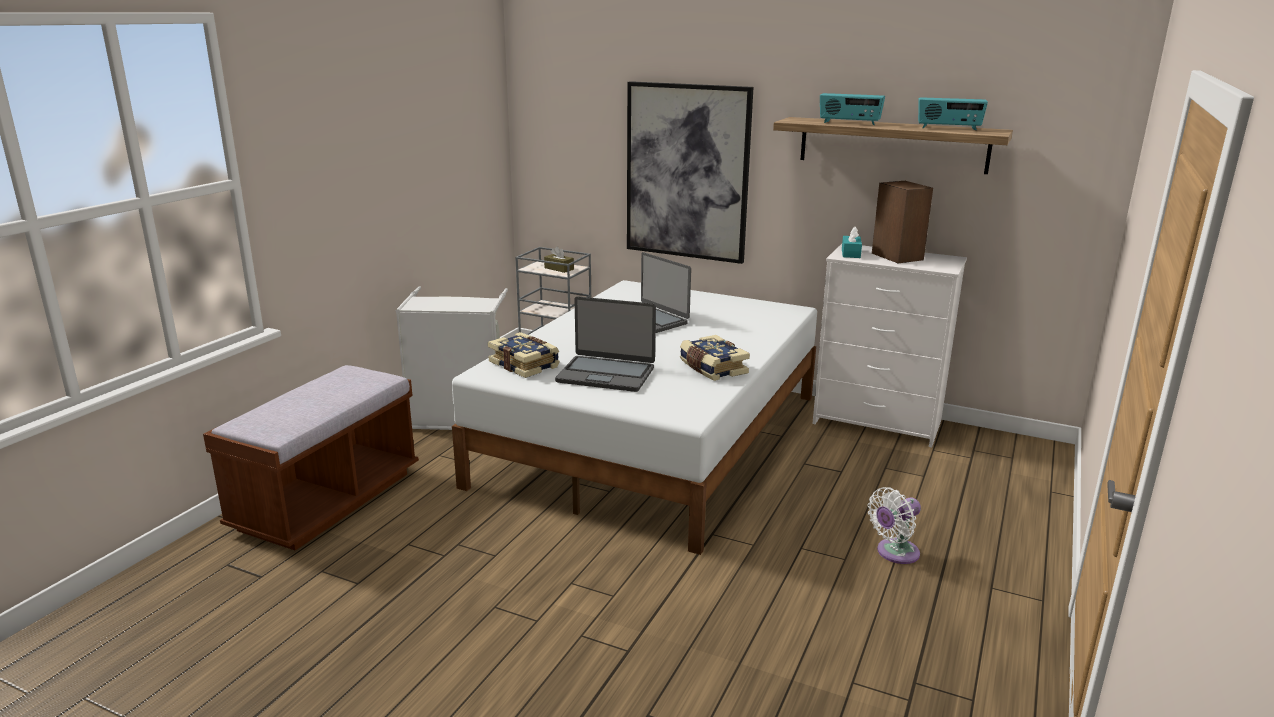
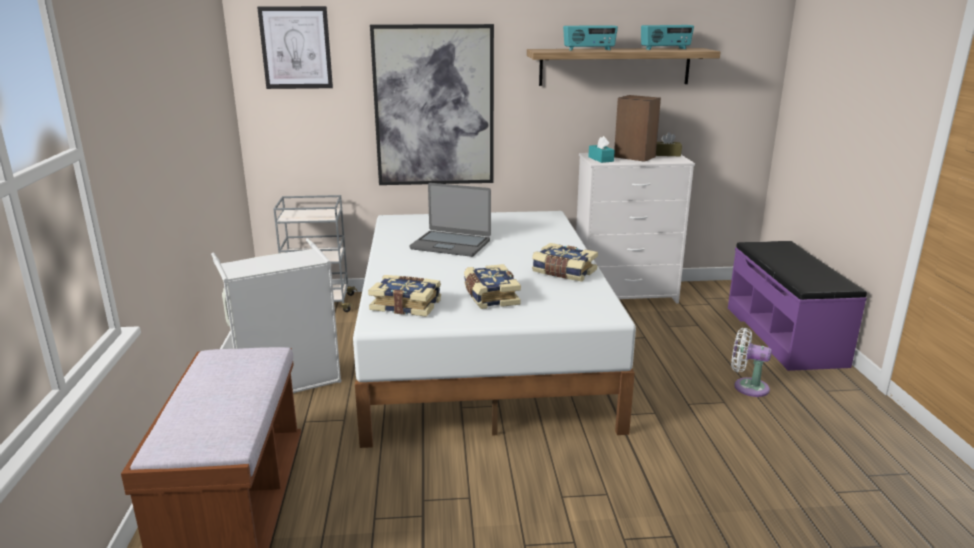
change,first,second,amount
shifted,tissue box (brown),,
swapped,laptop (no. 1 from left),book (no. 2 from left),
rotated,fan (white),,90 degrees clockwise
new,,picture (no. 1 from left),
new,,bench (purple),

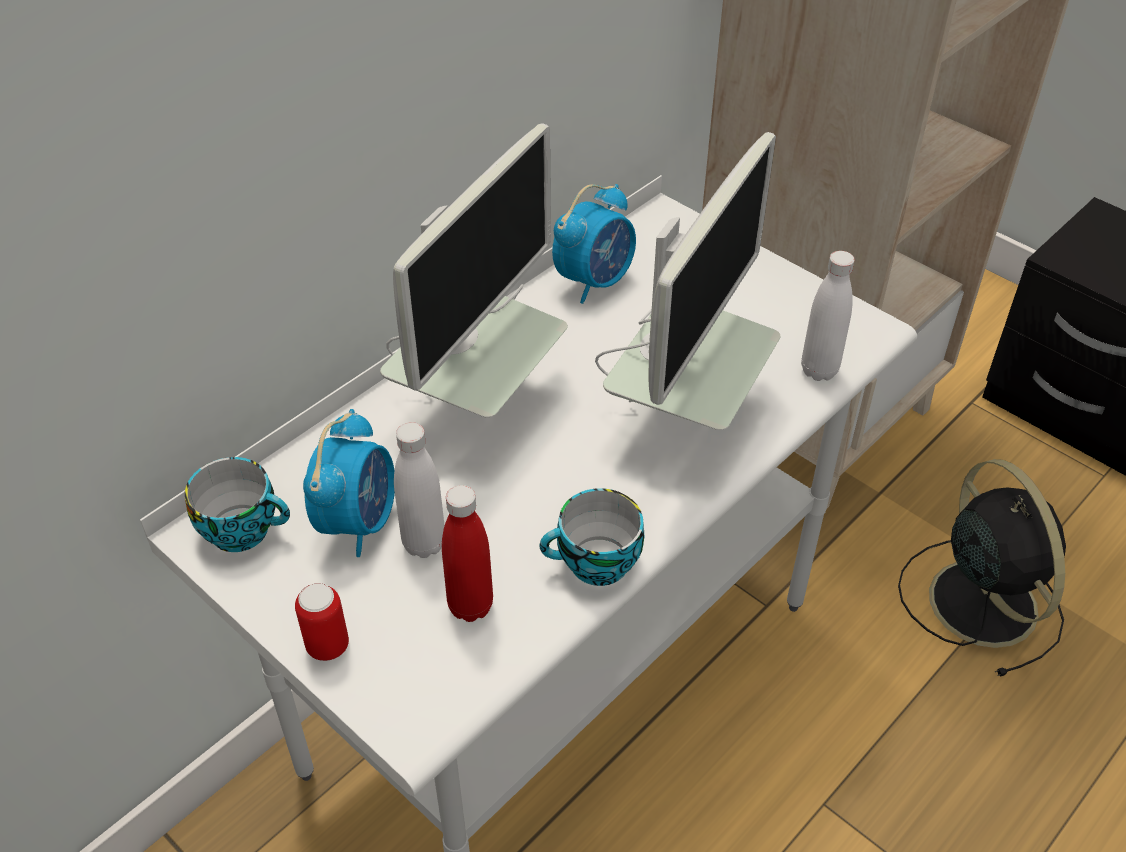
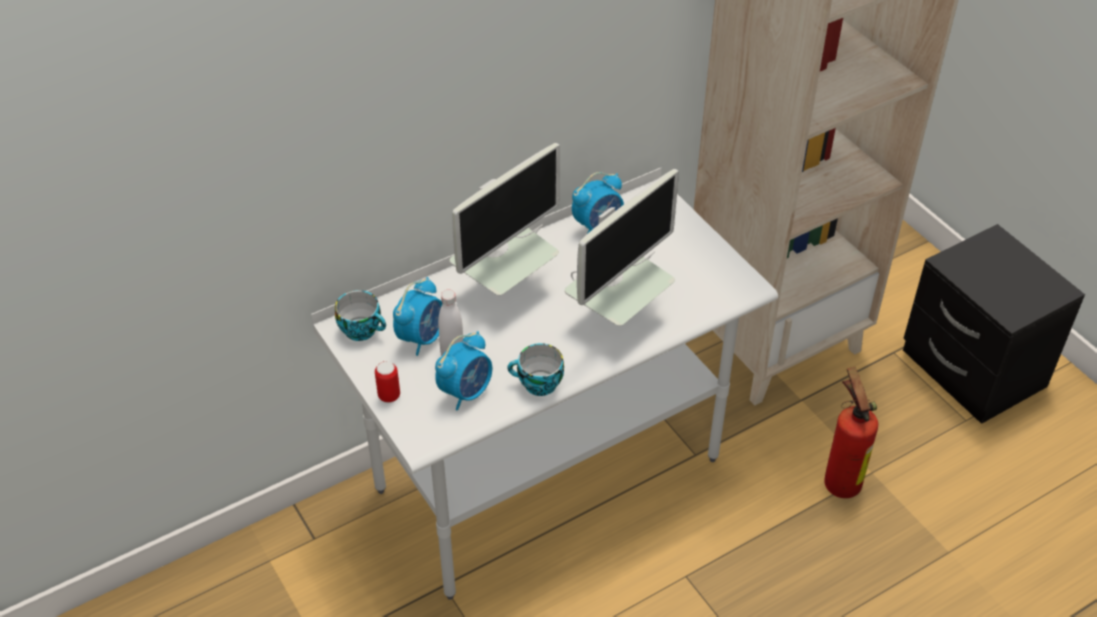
change,first,second,amount
swapped,bottle (red),alarm clock (no. 2 from left),
gone,bottle (white) (no. 2 from left),,
swapped,fan (black),fire extinguisher,

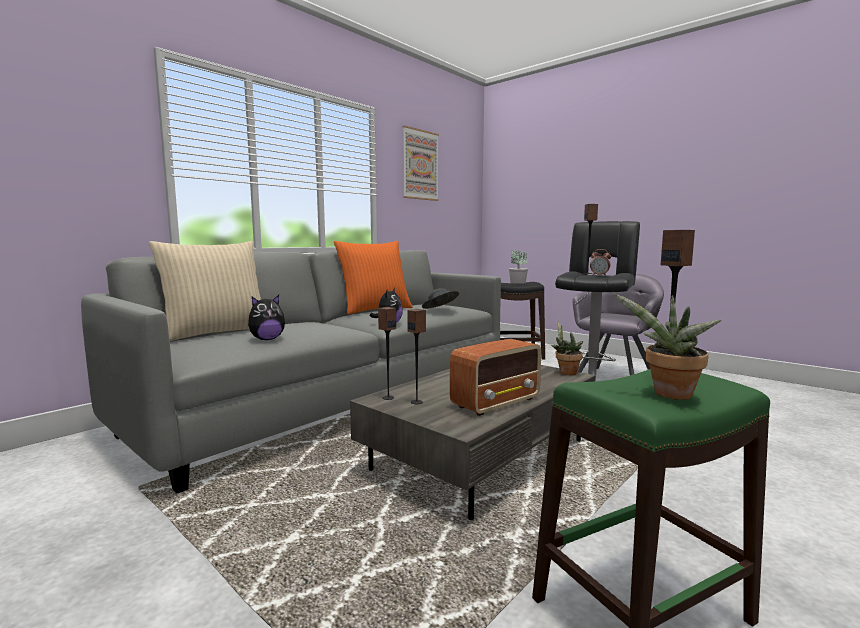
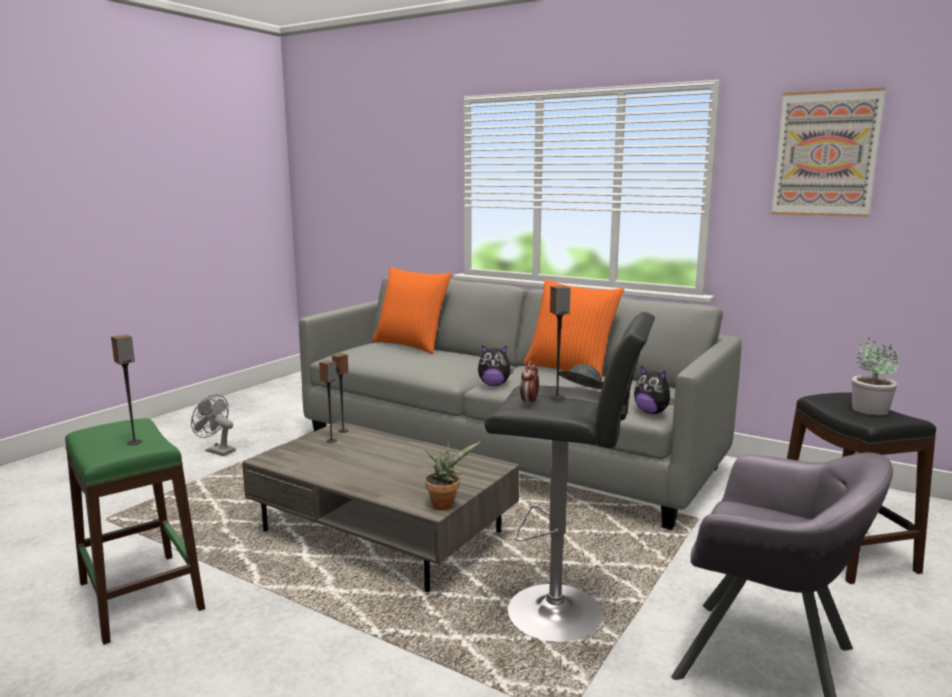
change,first,second,amount
repainted,pillow (beige),pillow (orange) (no. 1 from left),
shifted,plush toy (no. 1 from left in the first image),plush toy (no. 2 from left),
gone,radio,,
gone,potted plant (no. 3 from left),,
new,,fan (grey),

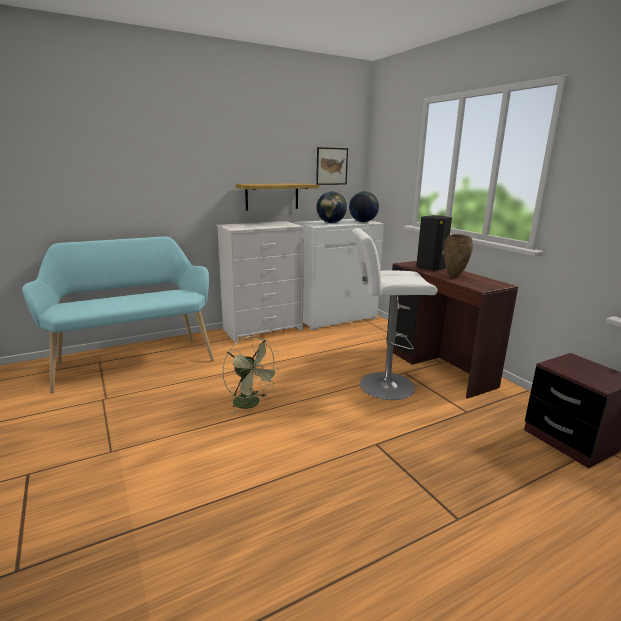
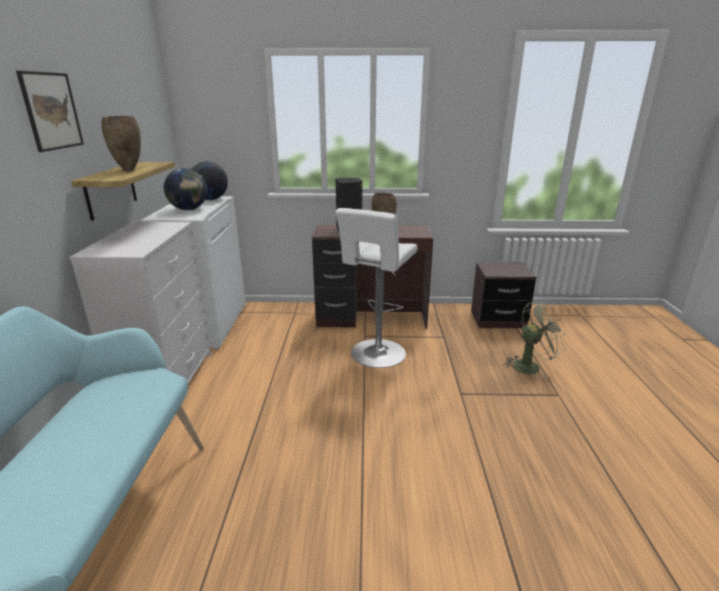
change,first,second,amount
shifted,fan (green),,
shifted,picture,,
new,,vase (brown) (no. 1 from left),

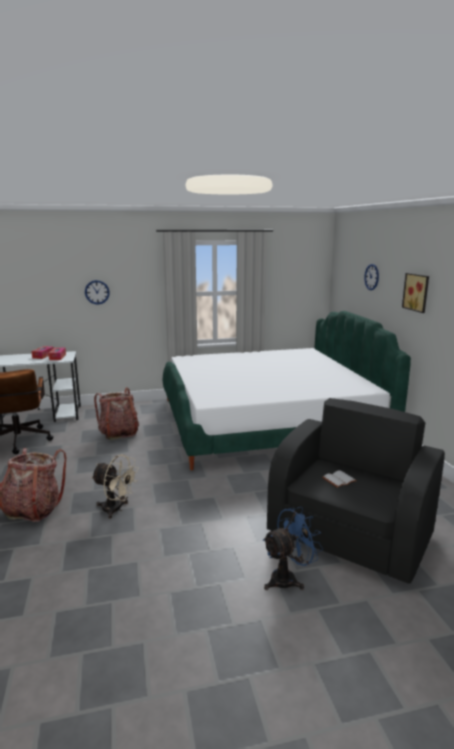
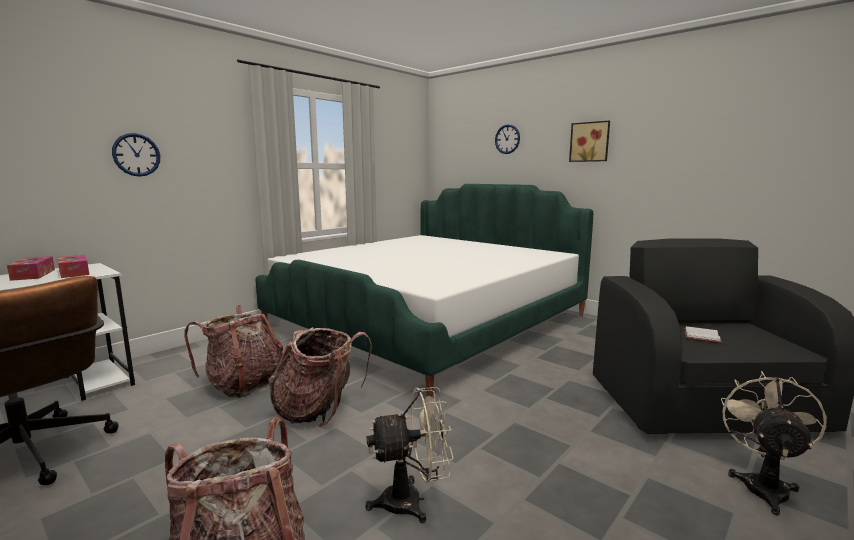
change,first,second,amount
repainted,fan (blue),fan (beige) (no. 2 from left),
new,,backpack (no. 3 from left),

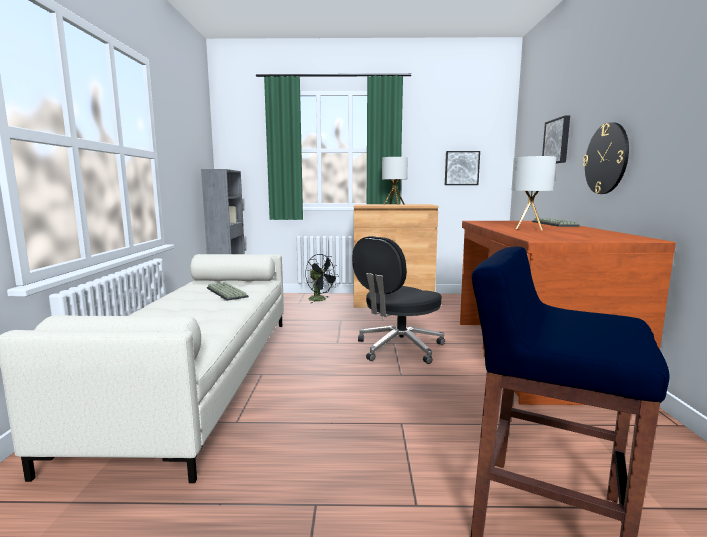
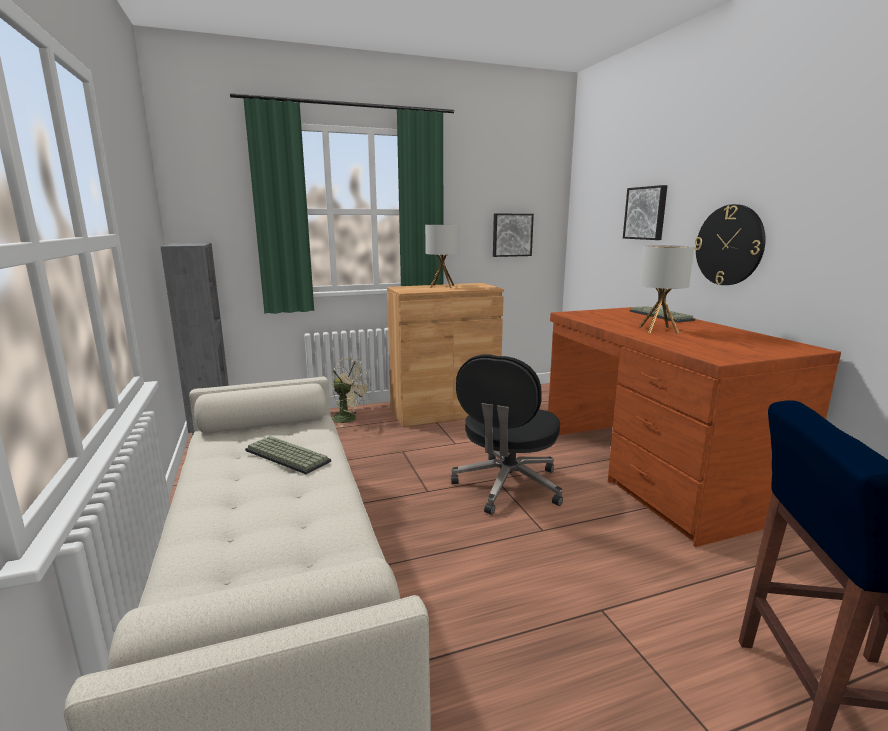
change,first,second,amount
repainted,fan (black),fan (beige),

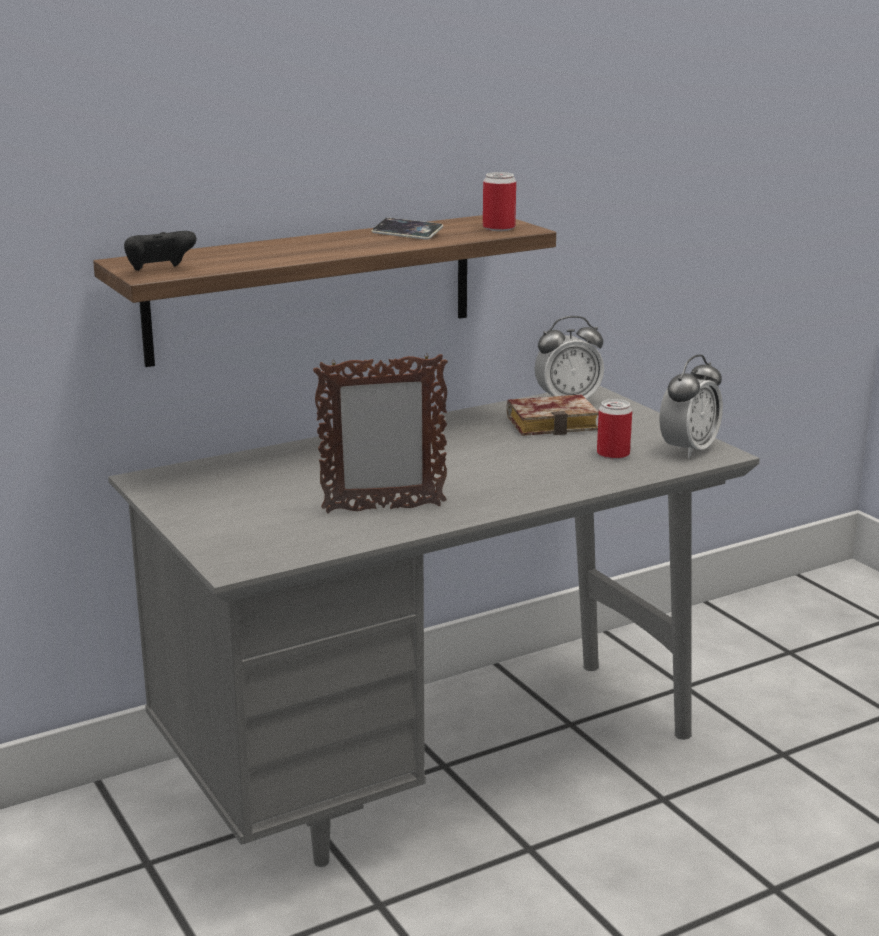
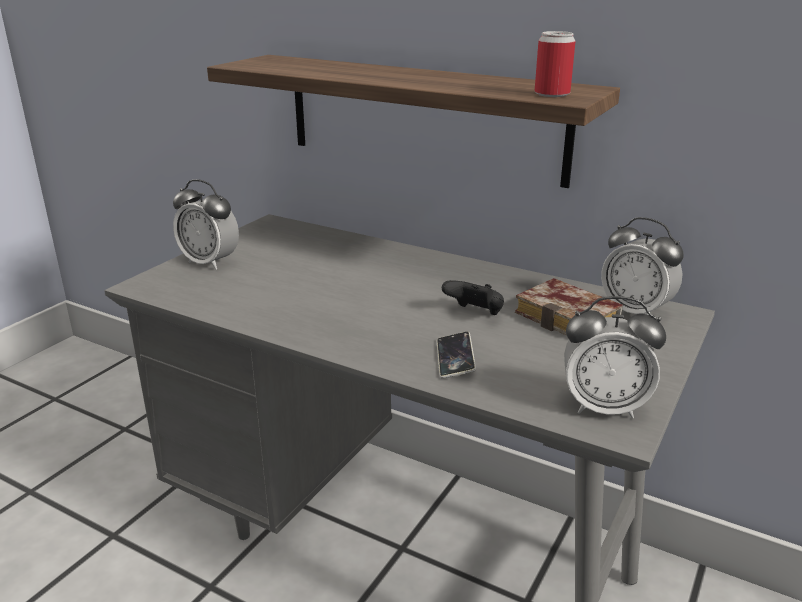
change,first,second,amount
shifted,game controller (black),,
gone,picture frame,,
shifted,phone,,
gone,can (no. 2 from left),,
new,,alarm clock (no. 1 from left),

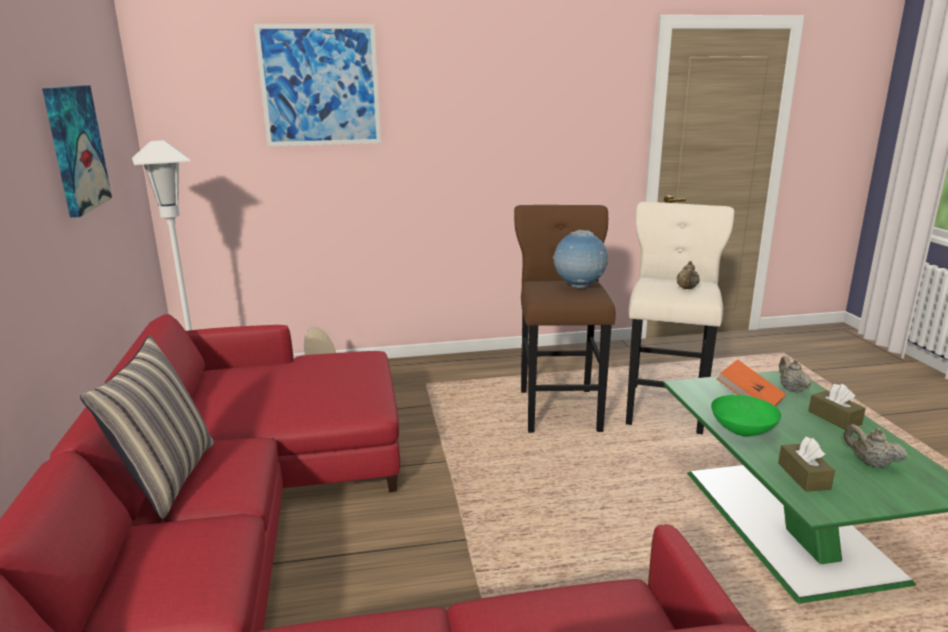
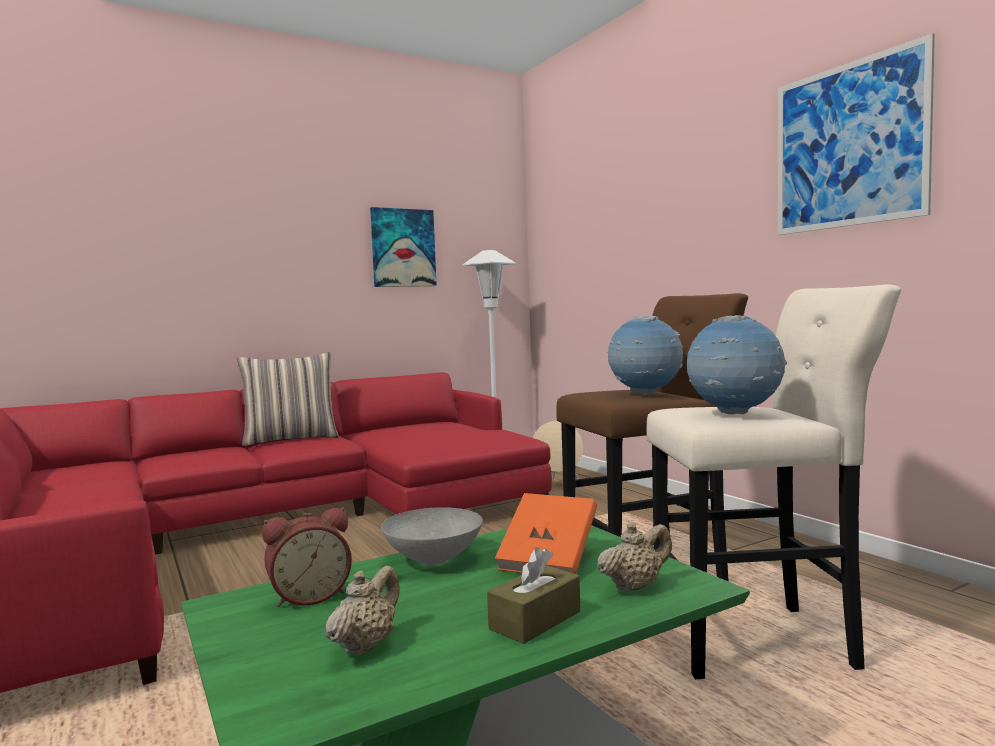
change,first,second,amount
shifted,picture (no. 2 from left),,
swapped,teapot (beige) (no. 1 from left),globe (no. 2 from left),
repainted,bowl (green),bowl (grey),
swapped,tissue box (brown) (no. 1 from left),alarm clock,

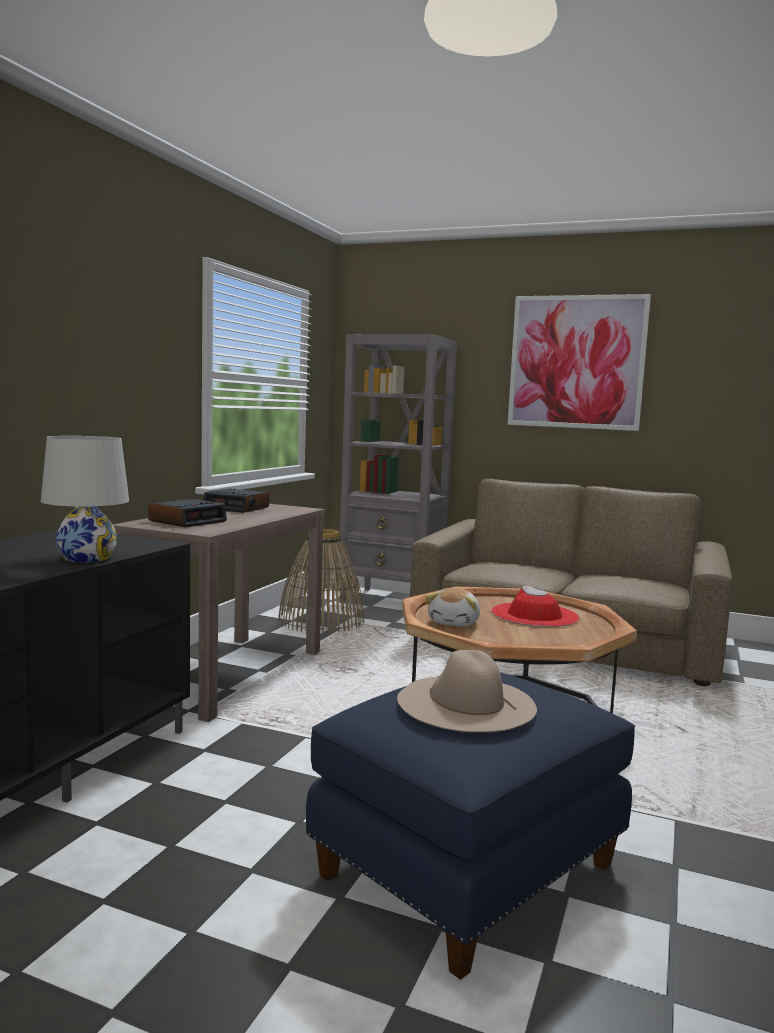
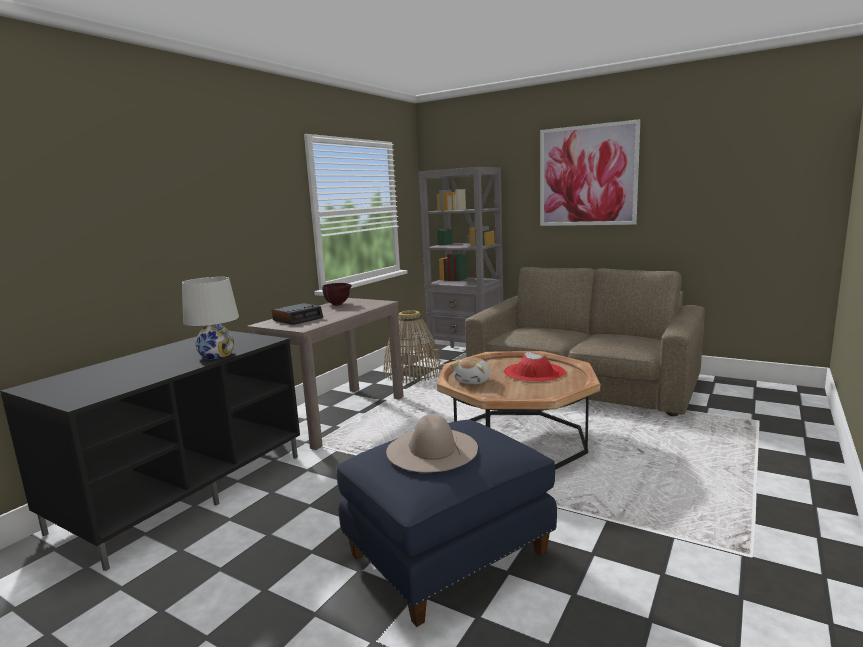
change,first,second,amount
swapped,alarm clock (no. 2 from left),bowl (brown),

